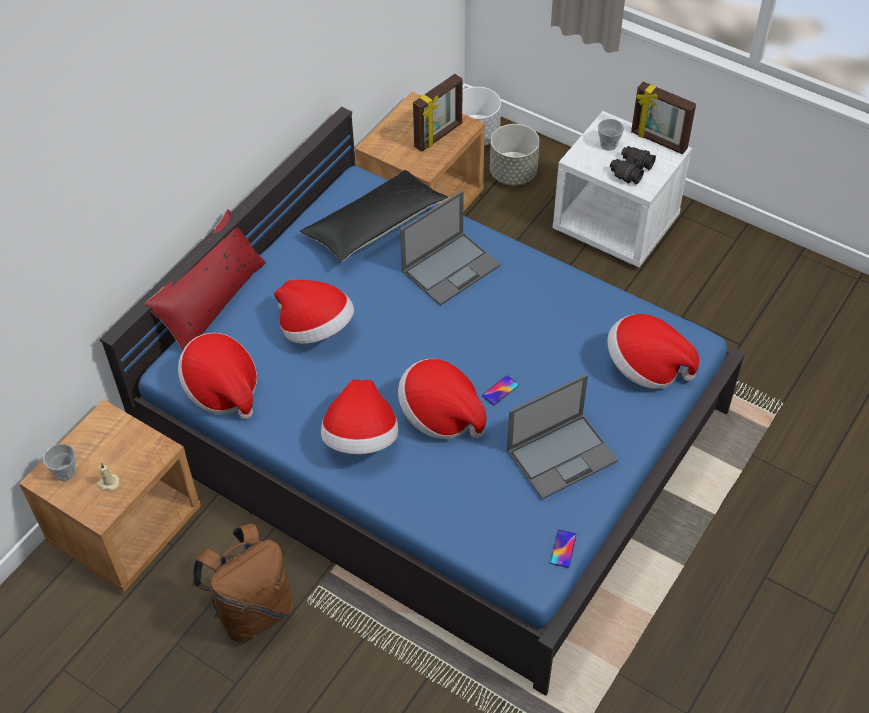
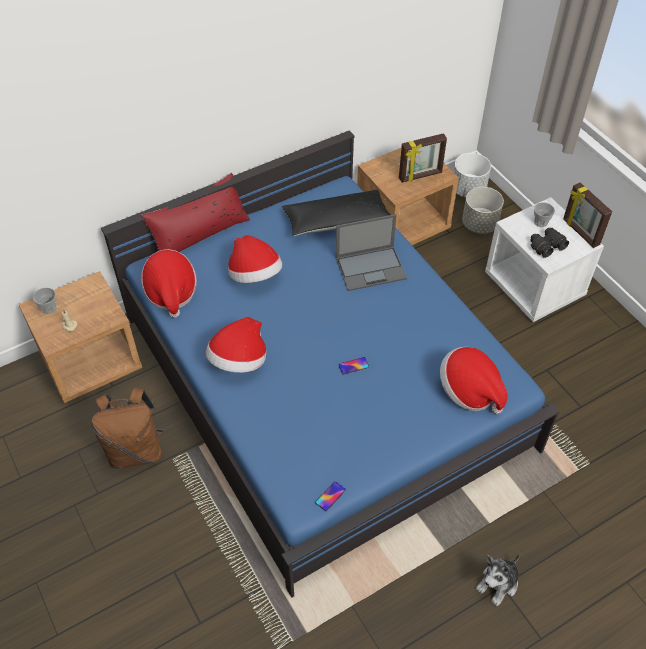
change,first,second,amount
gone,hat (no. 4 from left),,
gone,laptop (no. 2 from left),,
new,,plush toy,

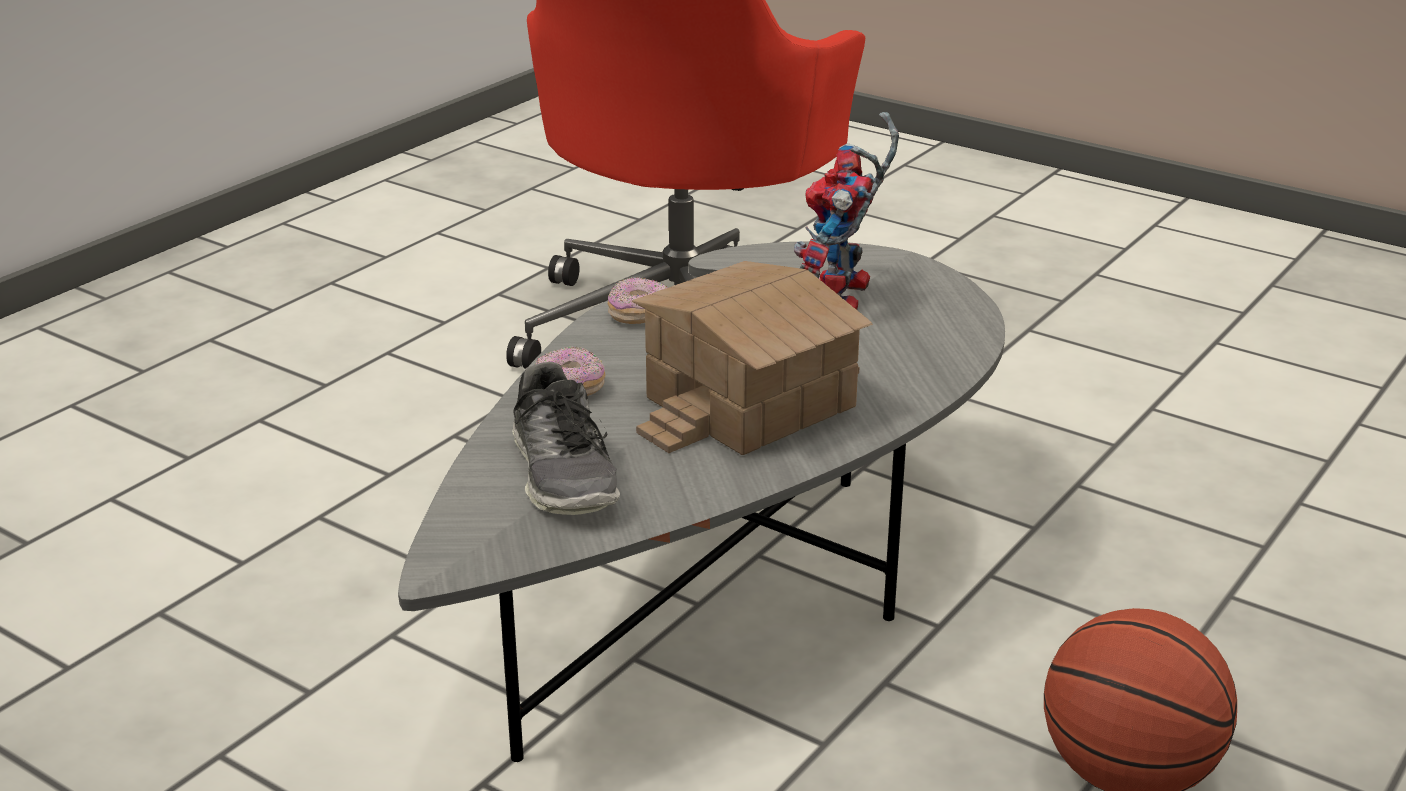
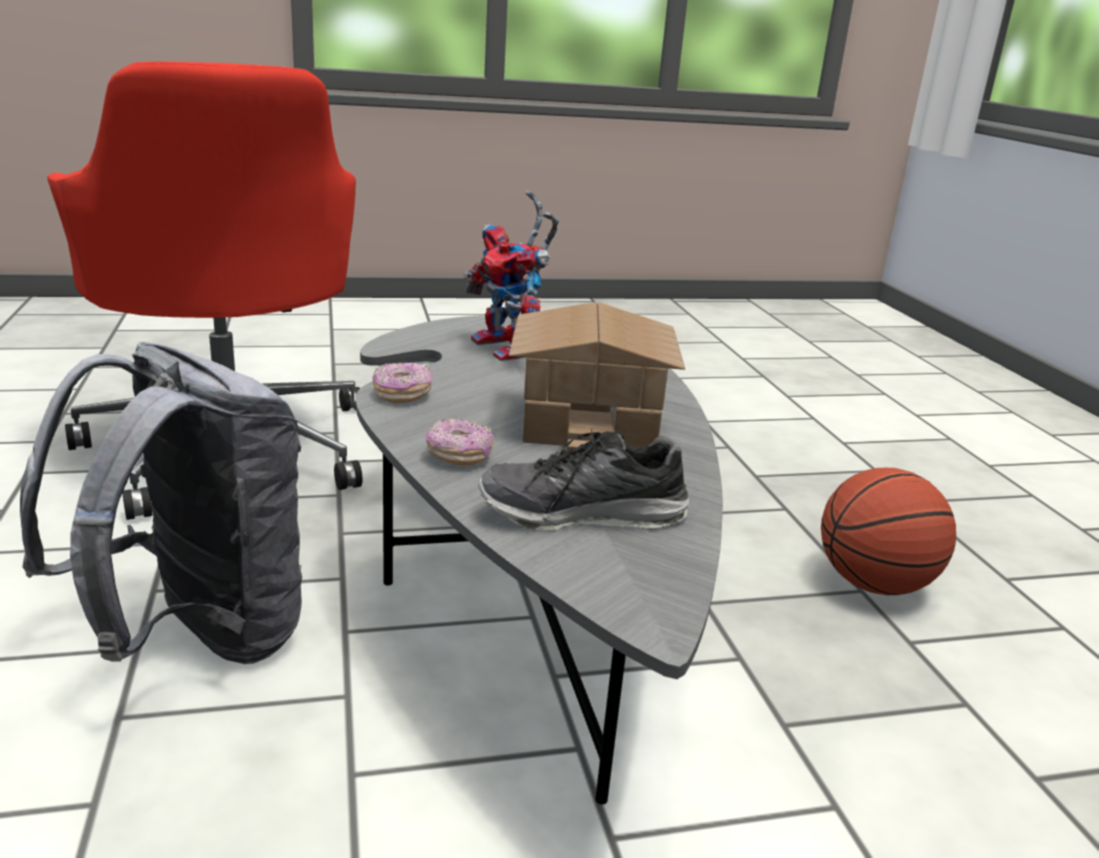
change,first,second,amount
rotated,shoe,,150 degrees clockwise
new,,backpack (grey),

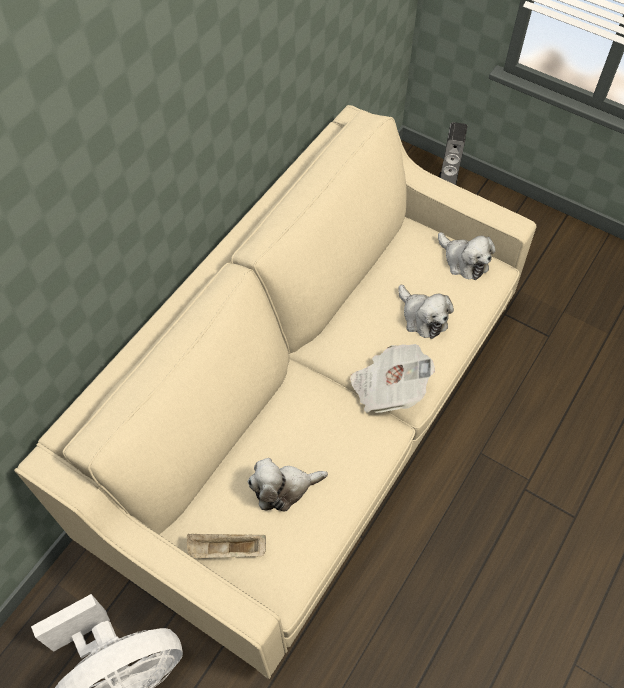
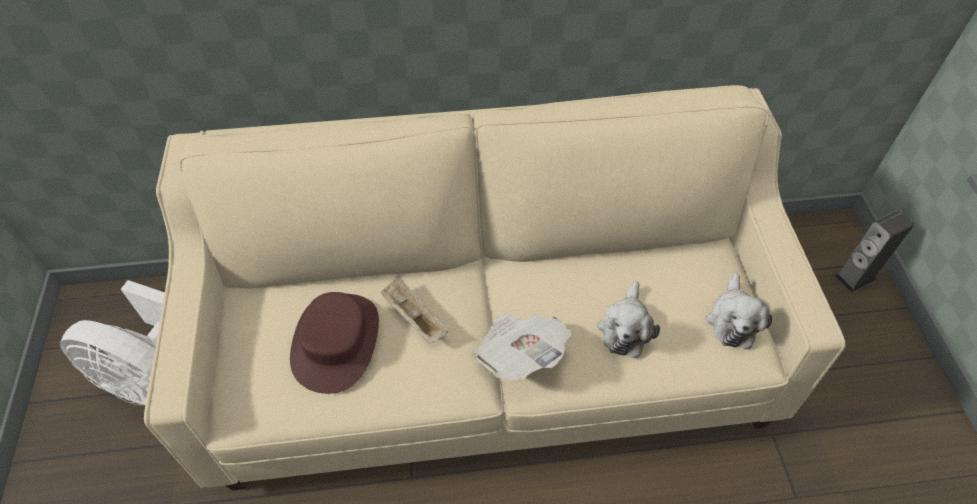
change,first,second,amount
shifted,tray (beige),,
swapped,plush toy (no. 1 from left),hat (brown),

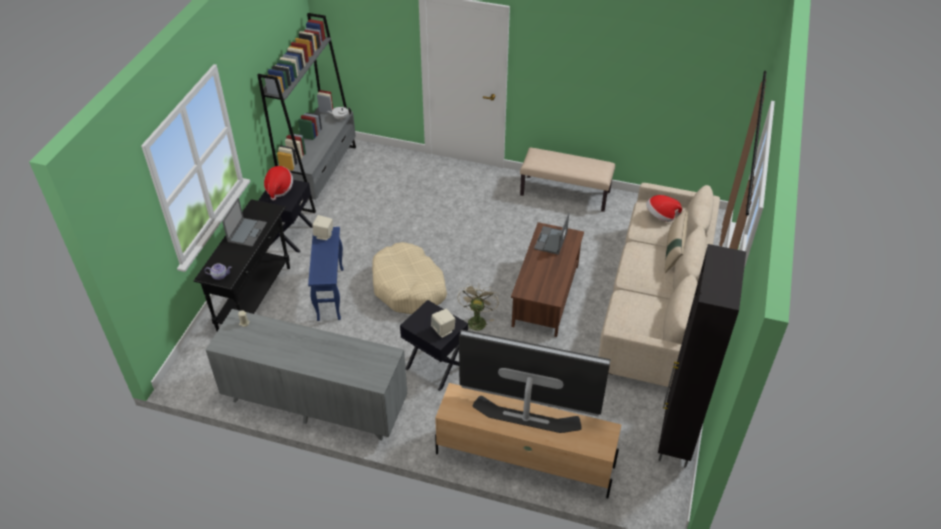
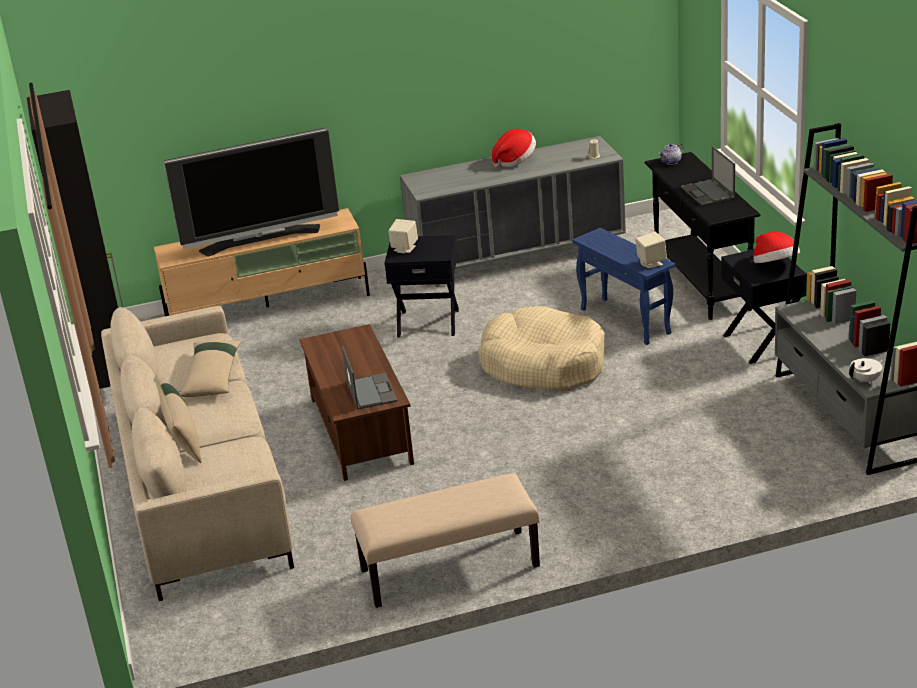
change,first,second,amount
gone,fan (beige),,
shifted,hat (no. 2 from left in the first image),hat (no. 1 from left),
new,,pillow (beige) (no. 2 from left),

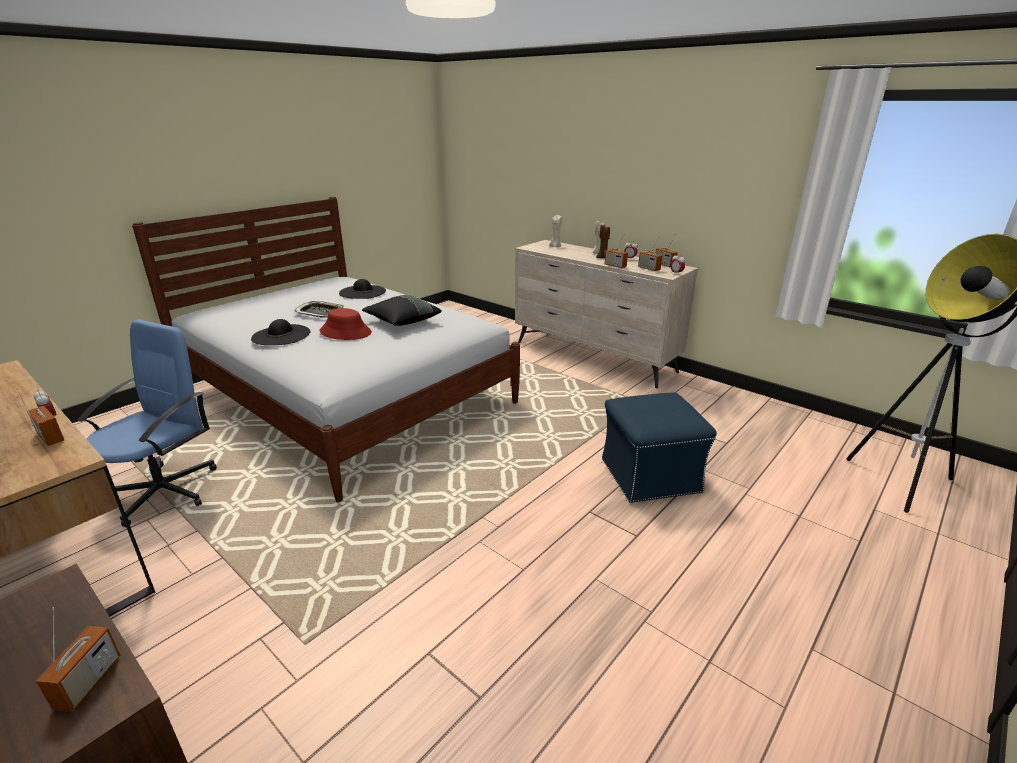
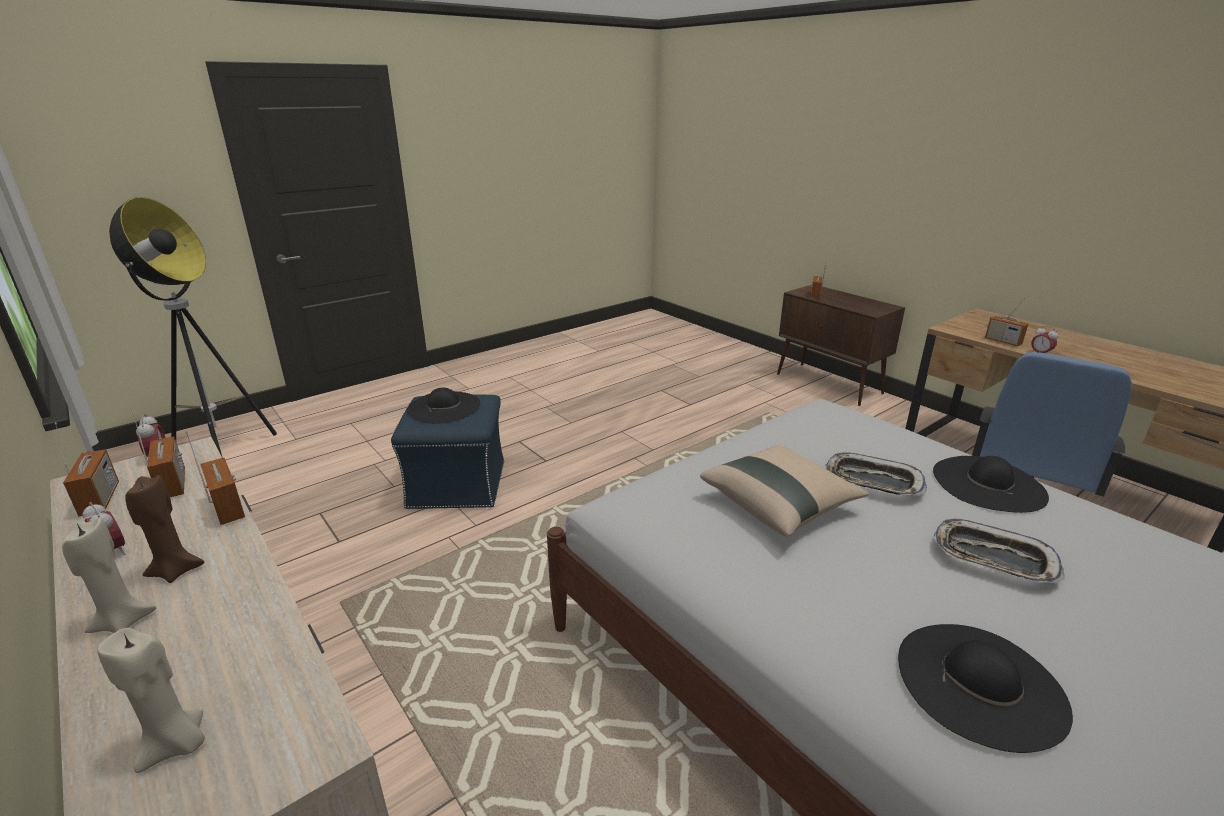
change,first,second,amount
swapped,hat (red),tray (no. 1 from left),
repainted,pillow (black),pillow (beige),
new,,hat (black) (no. 1 from left),

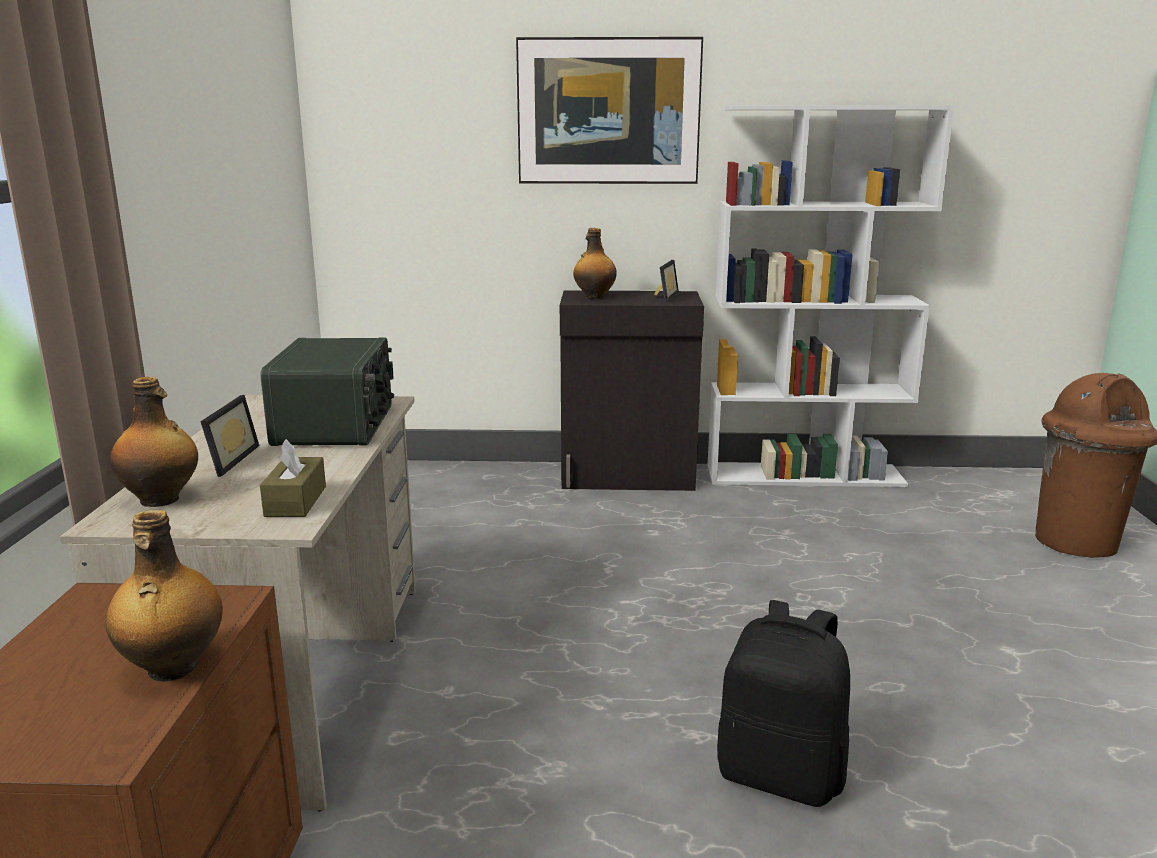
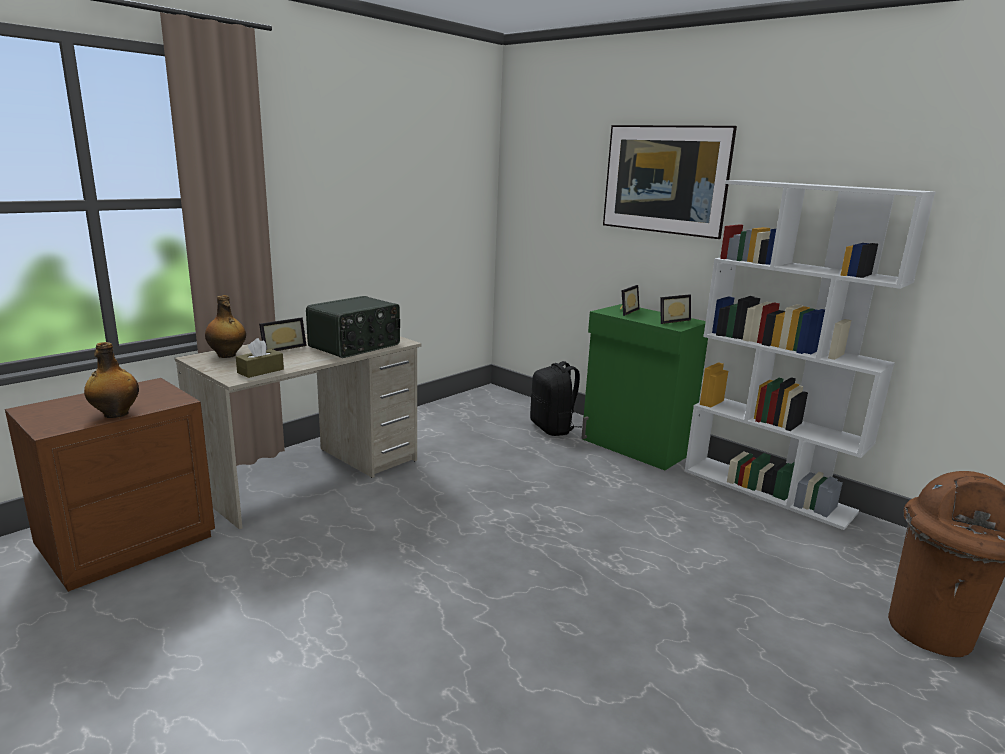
change,first,second,amount
repainted,cabinet (black),cabinet (green),
swapped,bottle (no. 3 from left),picture frame (no. 2 from left),
shifted,backpack (black),,

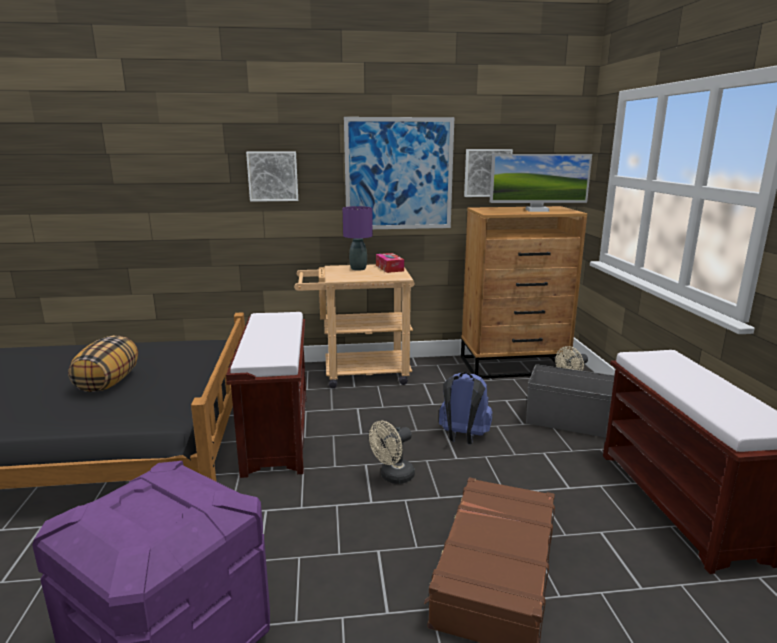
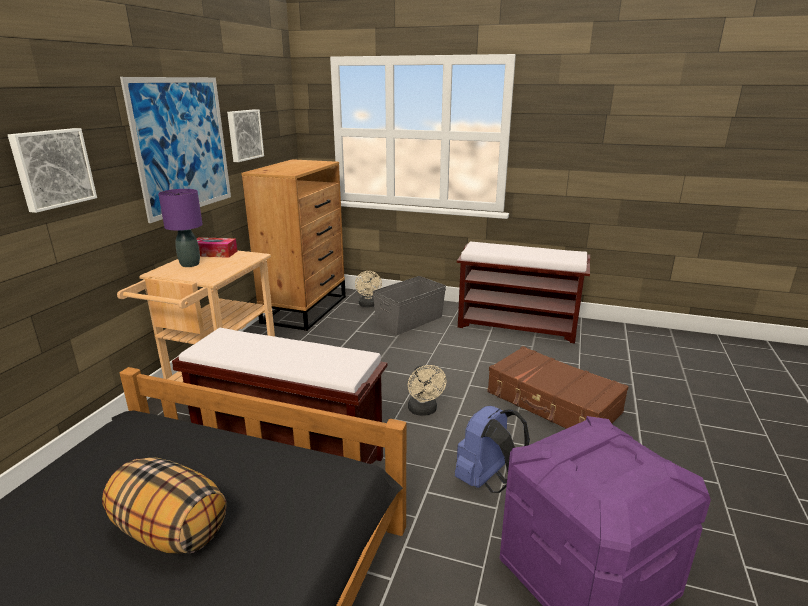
change,first,second,amount
shifted,backpack (blue),,
gone,monitor,,

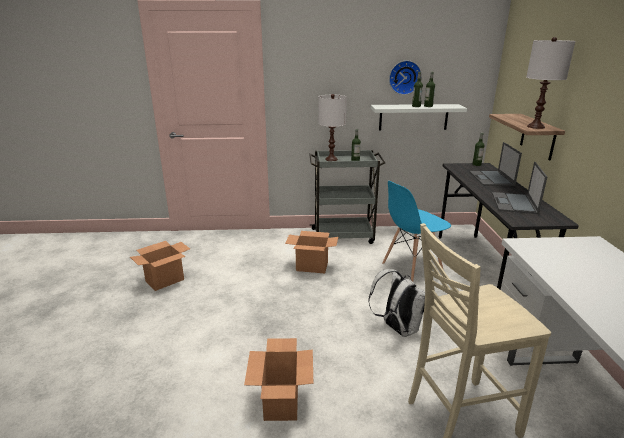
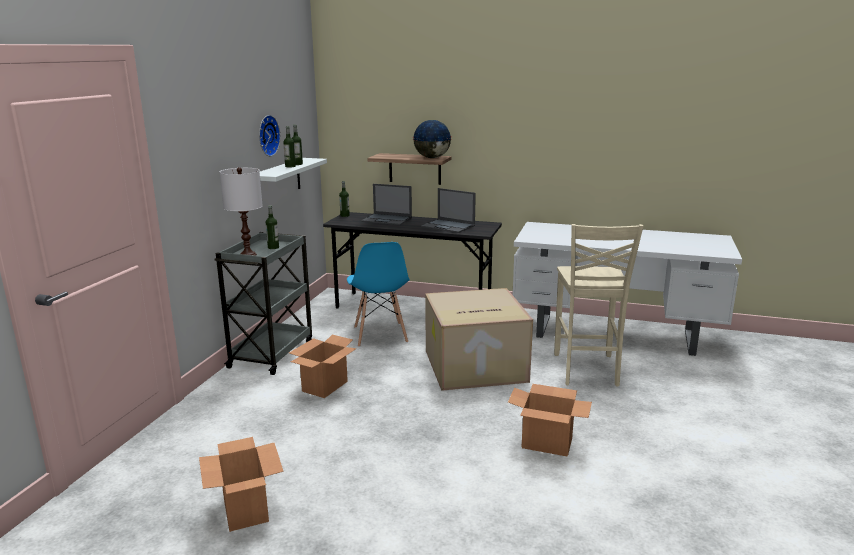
change,first,second,amount
swapped,backpack (white),cardboard box (no. 3 from left),
swapped,table lamp (white) (no. 2 from left),globe,

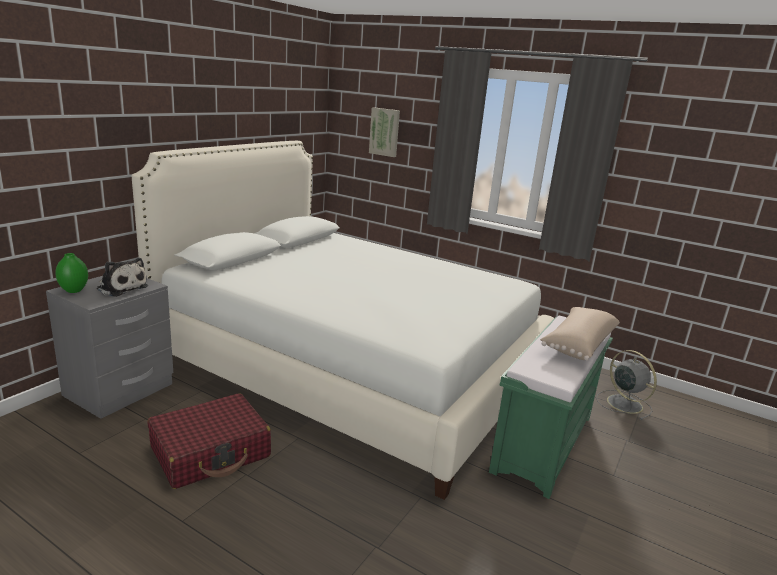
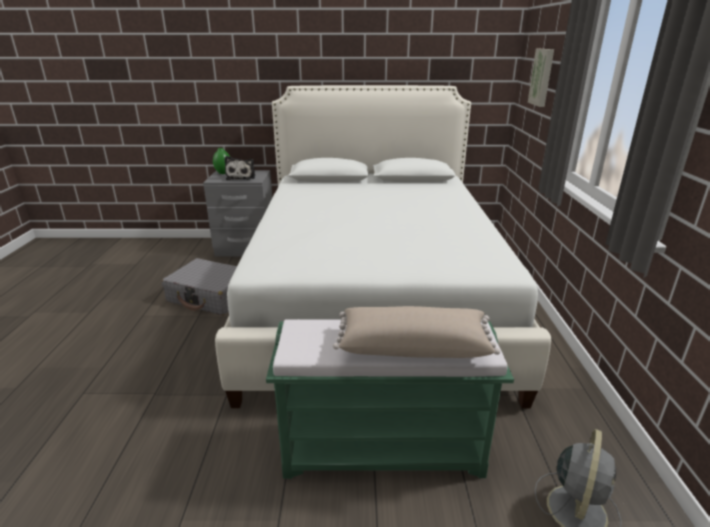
change,first,second,amount
repainted,suitcase (red),suitcase (grey),

